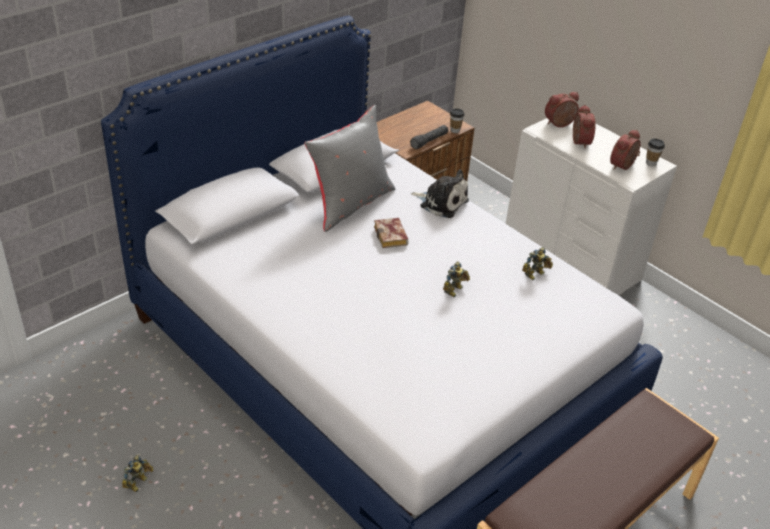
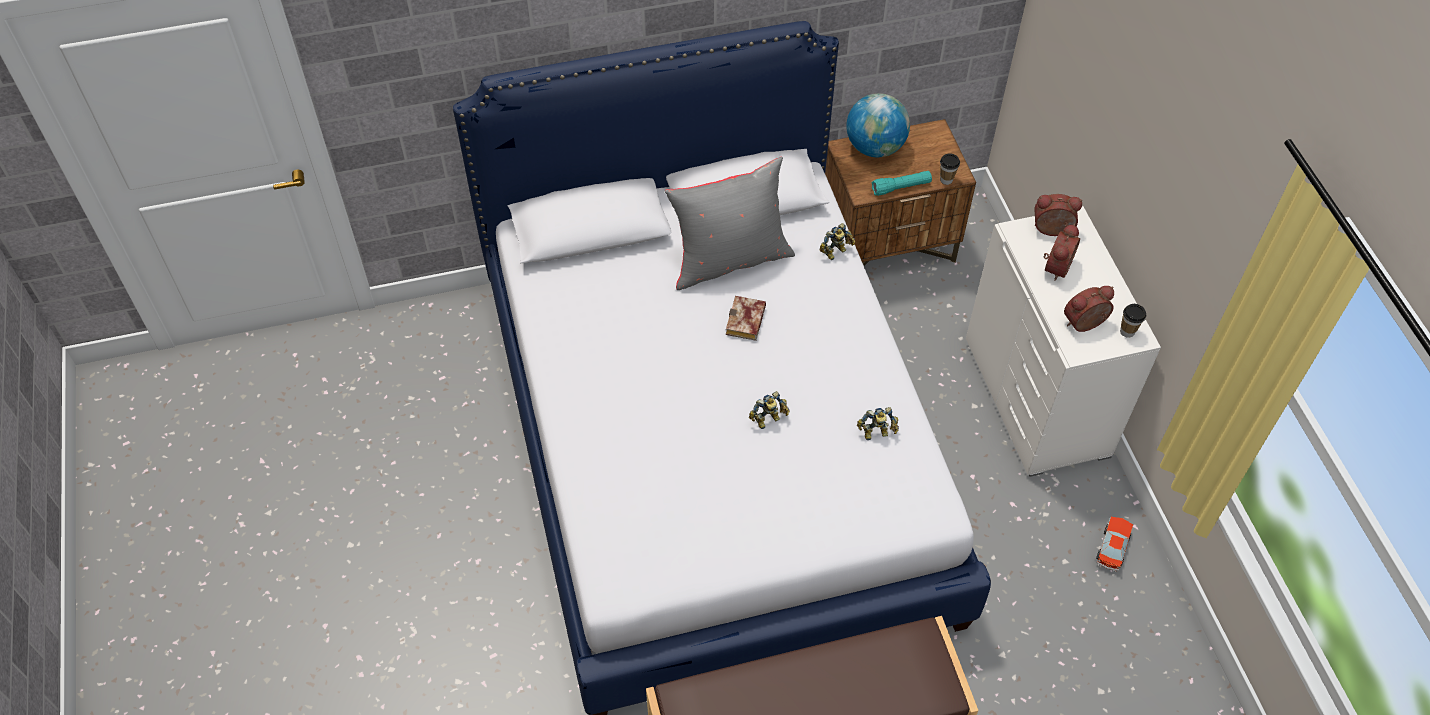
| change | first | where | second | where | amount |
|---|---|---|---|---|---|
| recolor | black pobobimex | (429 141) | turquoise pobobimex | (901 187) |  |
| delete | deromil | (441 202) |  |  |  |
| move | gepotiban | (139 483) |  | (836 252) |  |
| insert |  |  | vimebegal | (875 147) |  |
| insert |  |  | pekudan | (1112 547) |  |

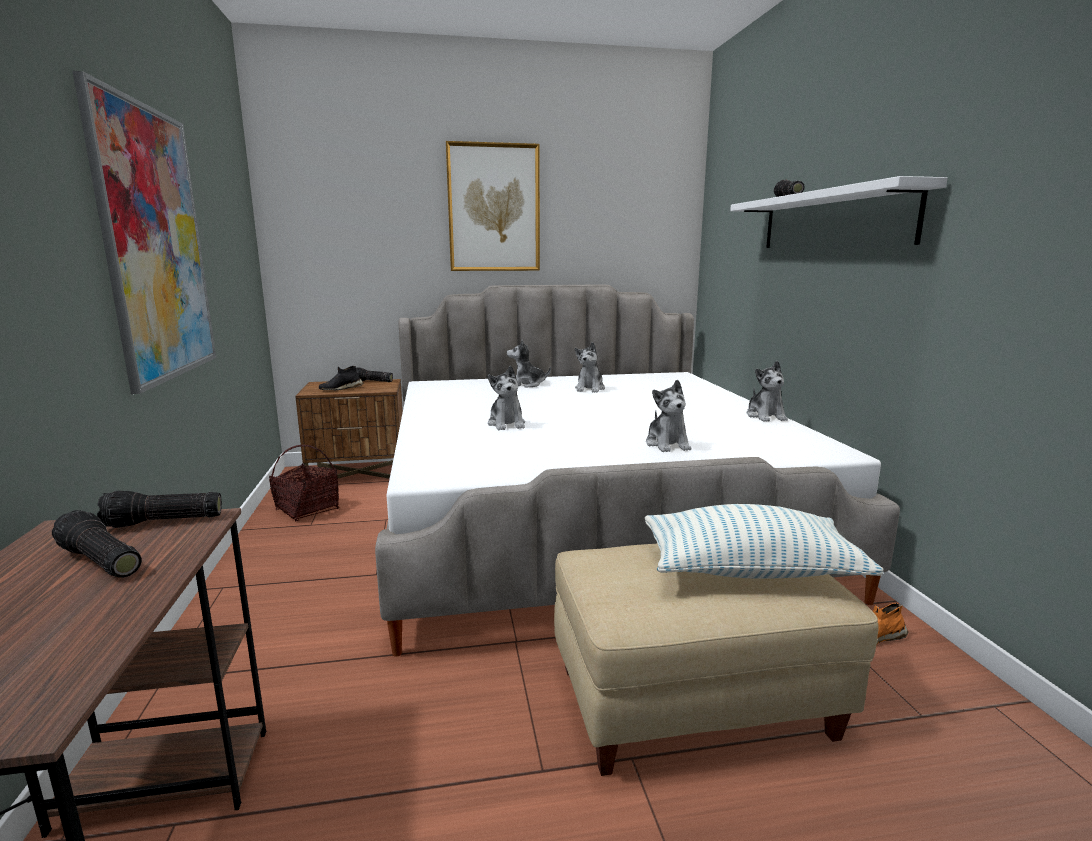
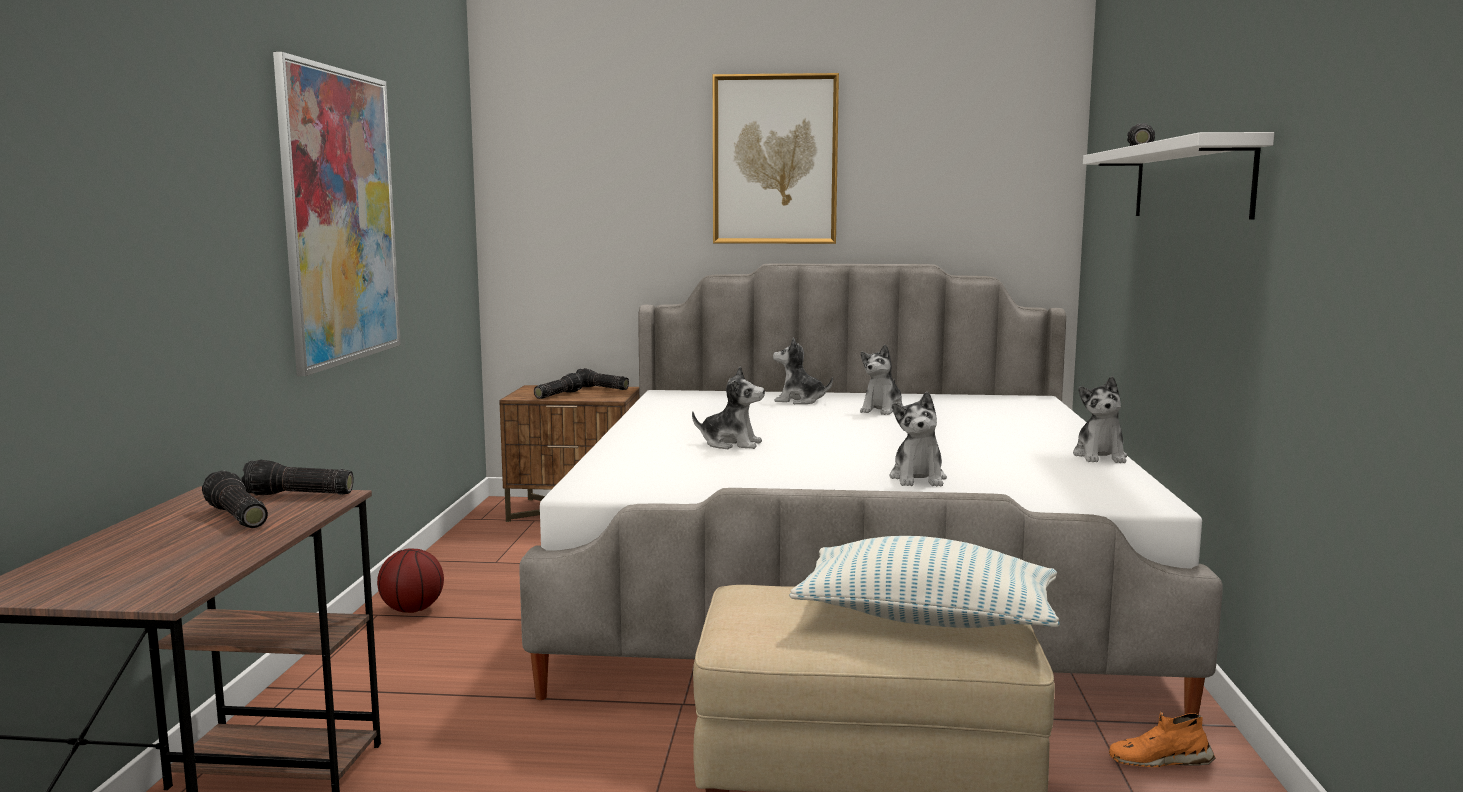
| change | first | where | second | where | amount |
|---|---|---|---|---|---|
| replace | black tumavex | (340 389) | pobobimex | (558 395) |  |
| rotate | deromil | (507 424) |  | (731 444) | 75 degrees counterclockwise |
| delete | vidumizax | (307 510) |  |  |  |
| insert |  |  | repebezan | (412 610) |  |

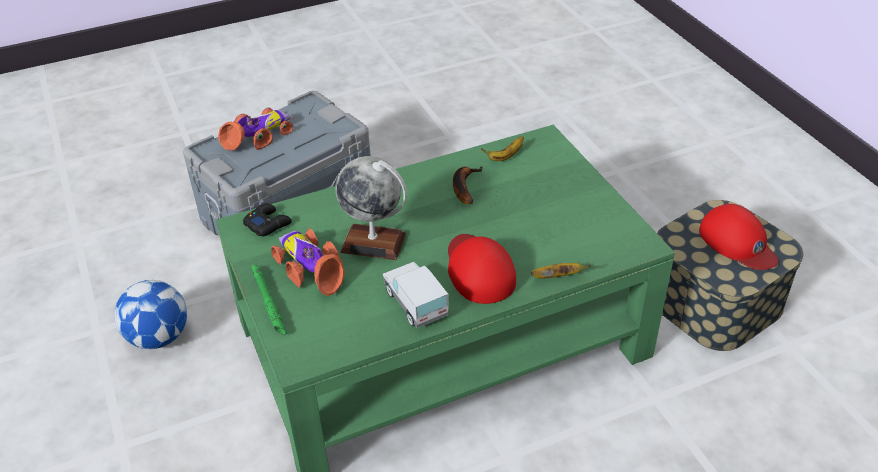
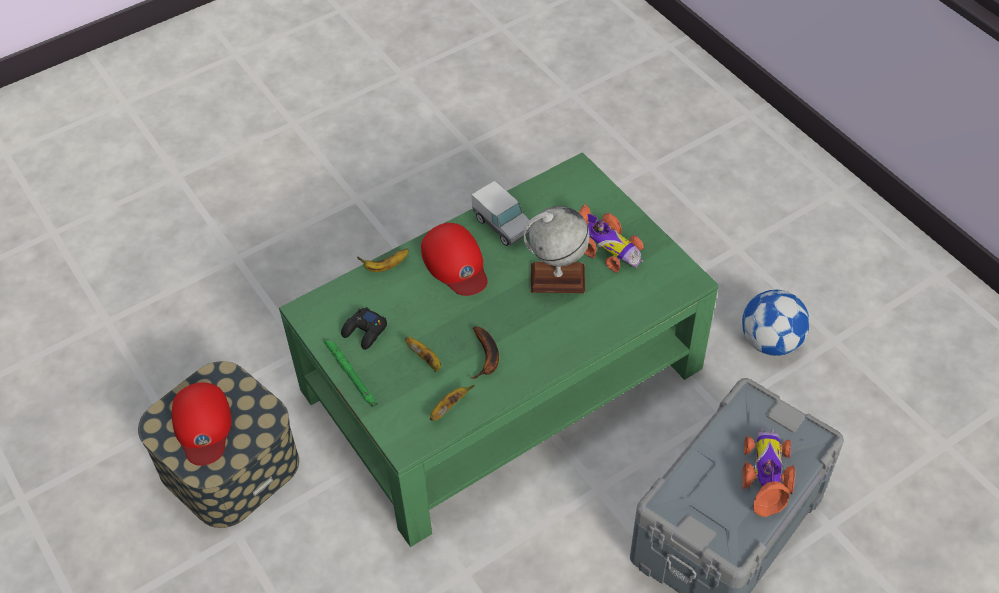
| change | first | where | second | where | amount |
|---|---|---|---|---|---|
| rotate | pekudan | (259 136) |  | (766 475) | 150 degrees clockwise |
| move | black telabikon | (268 224) |  | (365 332) |  |
| rotate | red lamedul | (737 243) |  | (203 426) | 150 degrees counterclockwise |
| move | green pobobimex | (269 302) |  | (350 375) |  |
| insert |  |  | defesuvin | (426 360) |  |

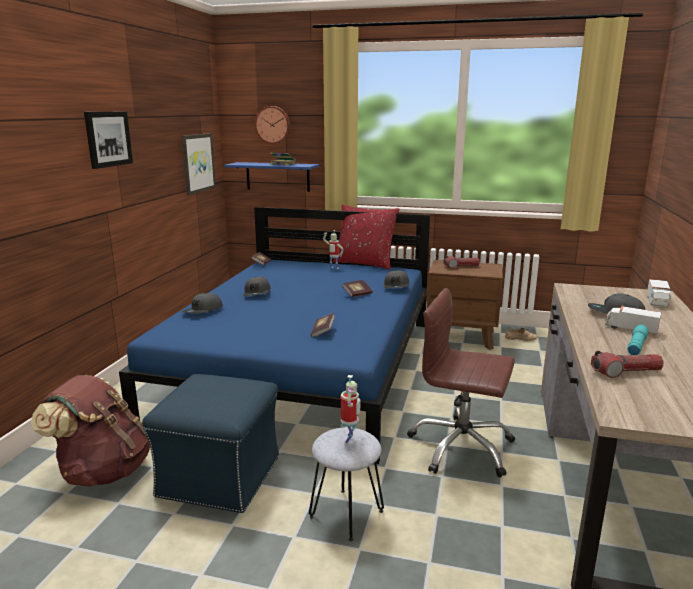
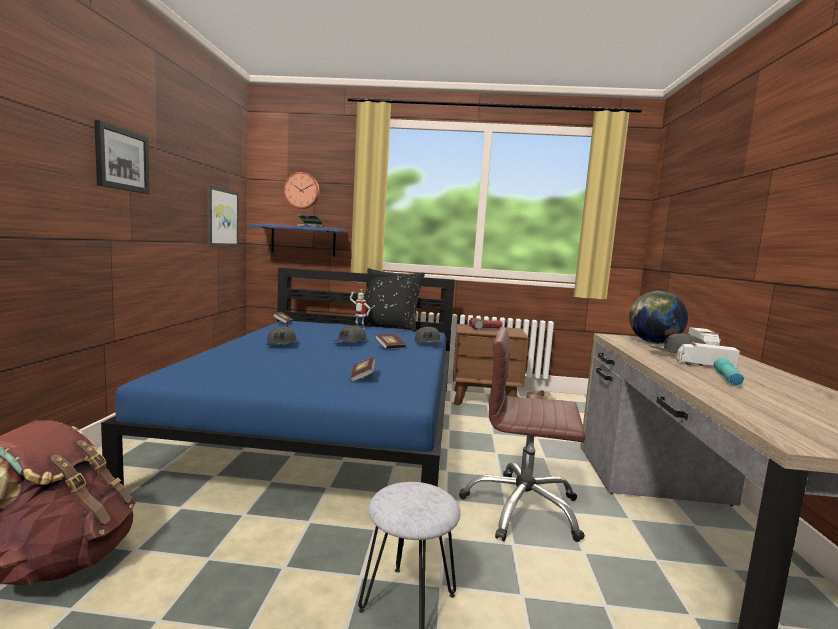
| change | first | where | second | where | amount |
|---|---|---|---|---|---|
| recolor | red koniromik | (365 263) | black koniromik | (389 326) |  |
| move | grey lamedul | (203 311) |  | (349 342) |  |
| delete | pobobimex | (625 372) |  |  |  |
| delete | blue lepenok | (221 477) |  |  |  |
| delete | gepotiban | (350 442) |  |  |  |
| insert |  |  | vimebegal | (653 343) |  |

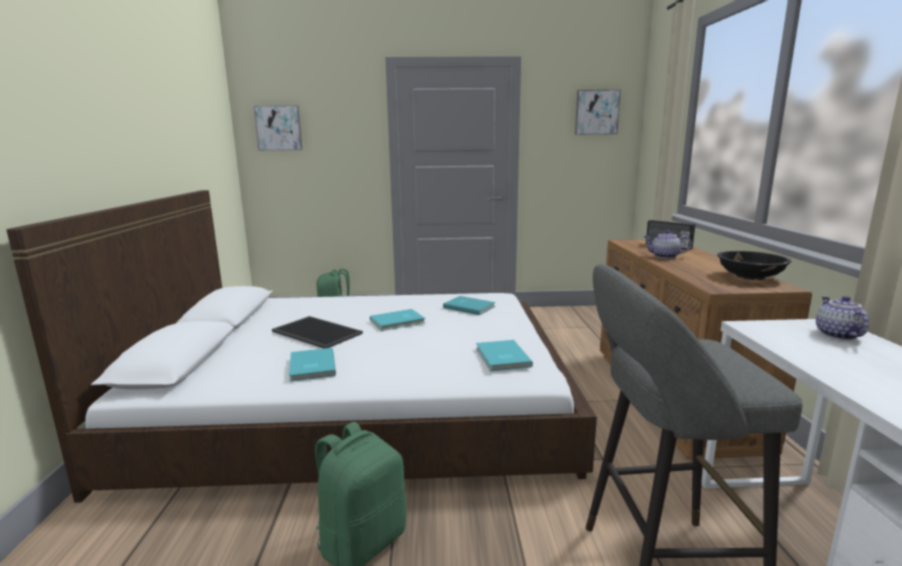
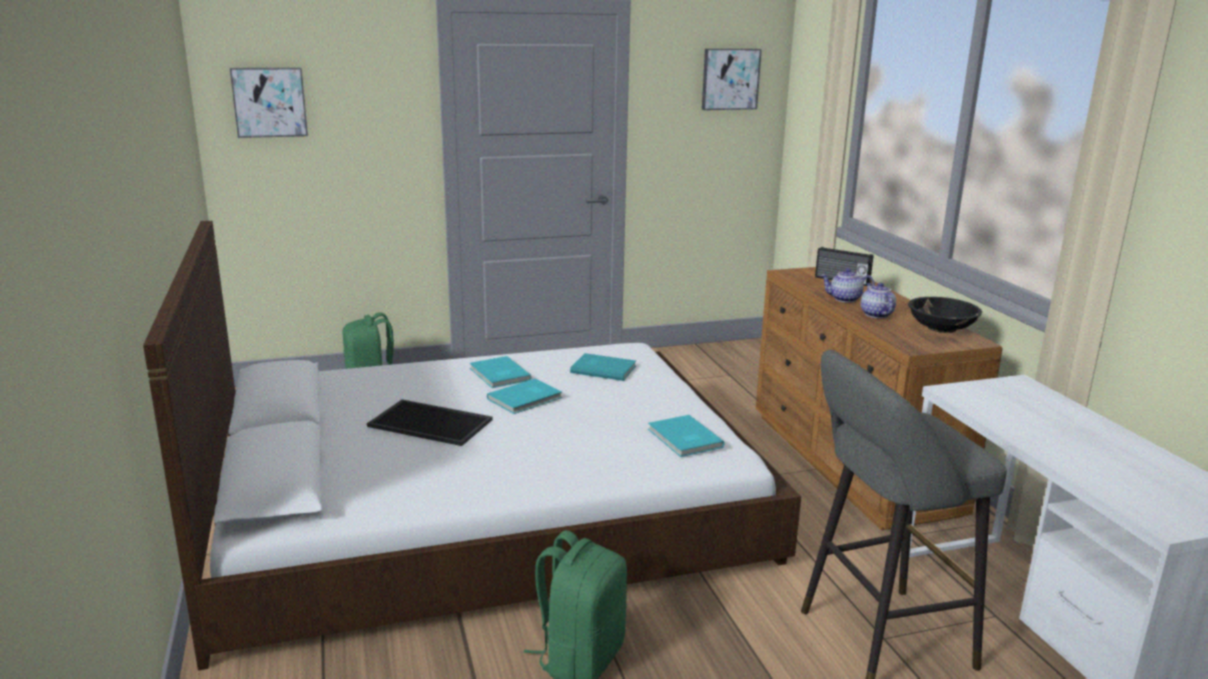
| change | first | where | second | where | amount |
|---|---|---|---|---|---|
| move | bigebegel | (836 335) |  | (875 314) |  |
| move | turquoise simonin | (311 367) |  | (498 375) |  |

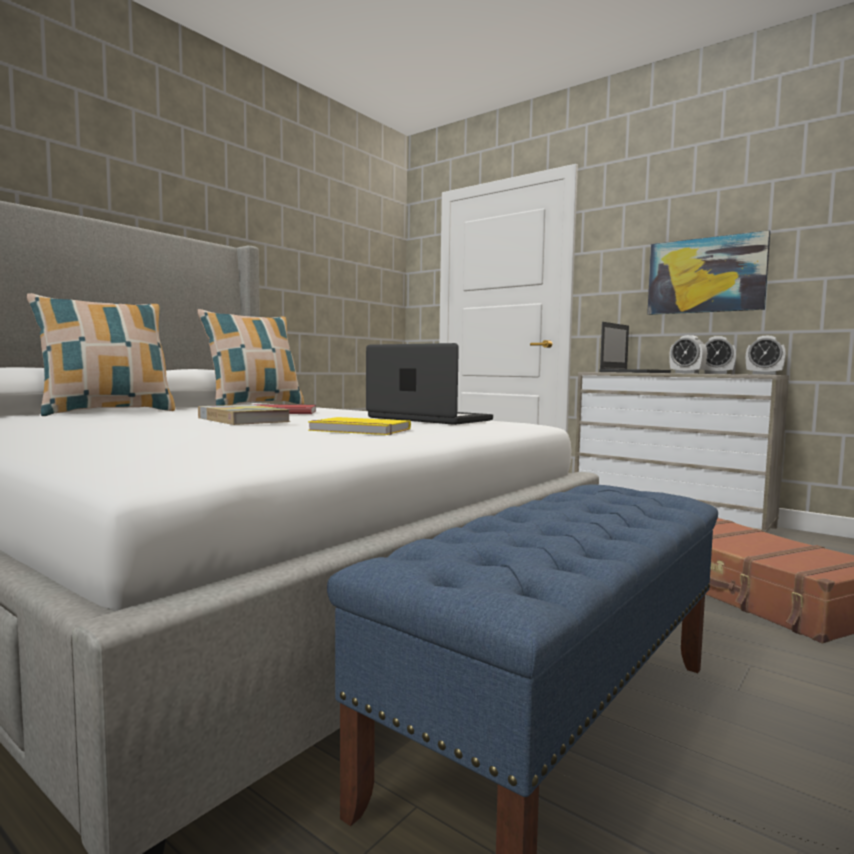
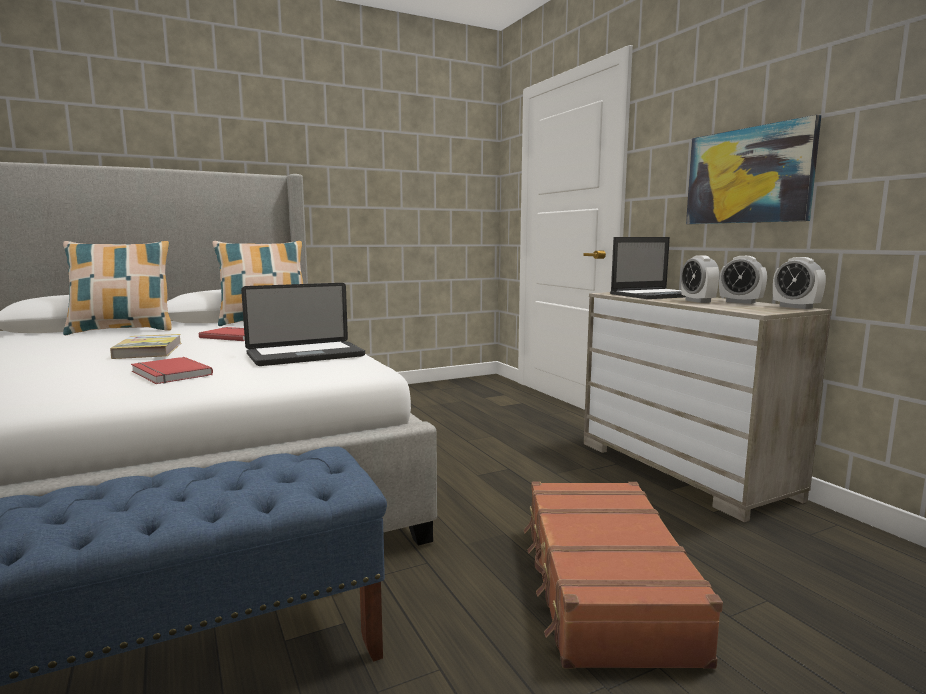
| change | first | where | second | where | amount |
|---|---|---|---|---|---|
| rotate | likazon | (429 419) |  | (305 355) | 90 degrees clockwise |
| recolor | yellow simonin | (359 430) | red simonin | (169 374) |  |

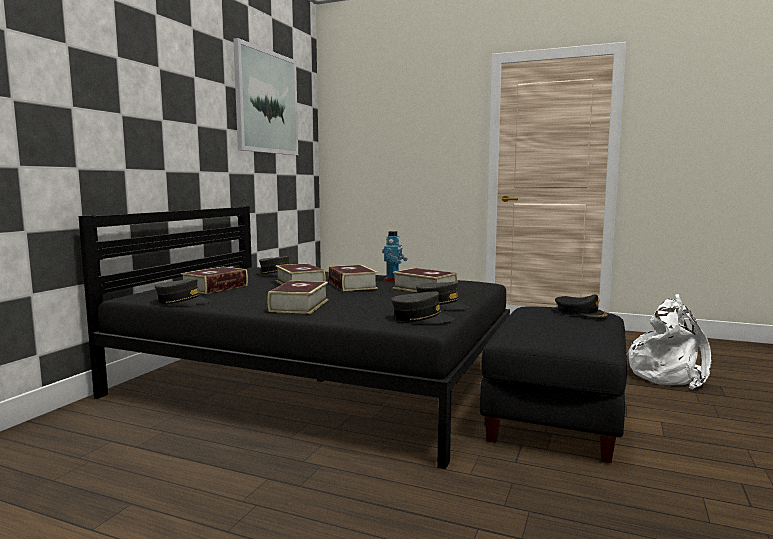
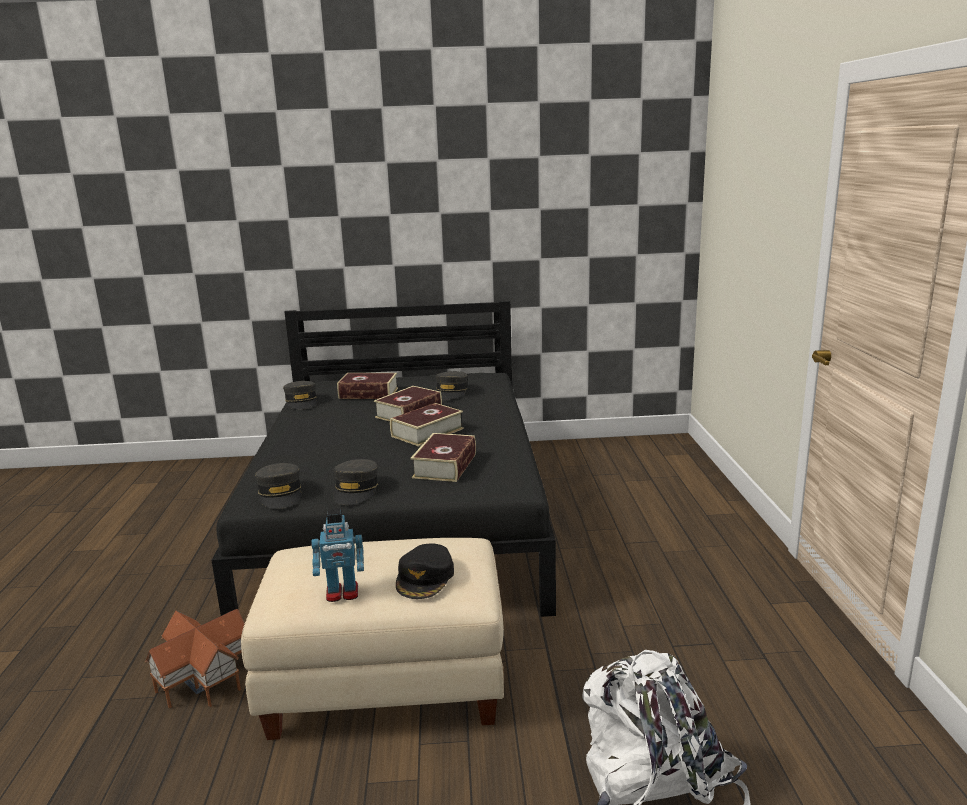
| change | first | where | second | where | amount |
|---|---|---|---|---|---|
| delete | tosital | (266 102) |  |  |  |
| move | gepotiban | (393 280) |  | (342 593) |  |
| delete | simonin | (299 305) |  |  |  |
| recolor | black lepenok | (554 416) | beige lepenok | (387 681) |  |
| insert |  |  | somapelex | (205 677) |  |

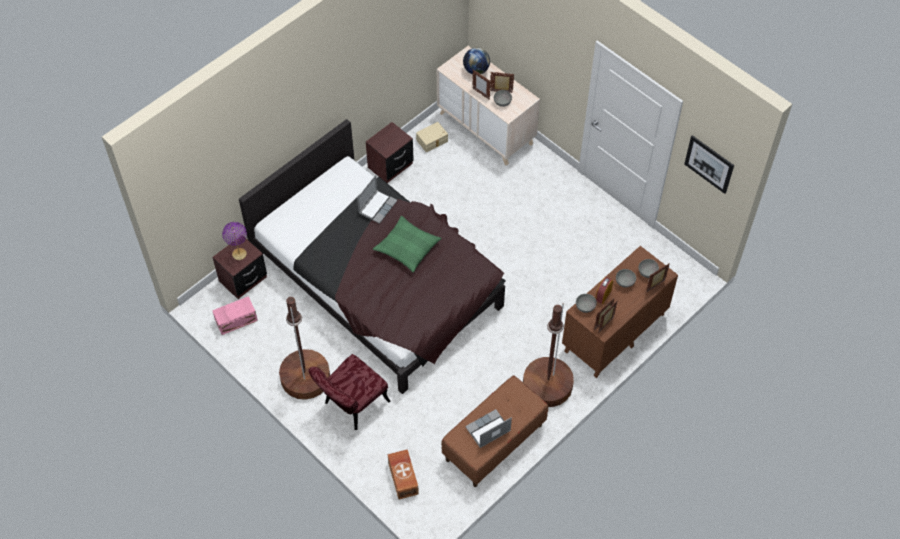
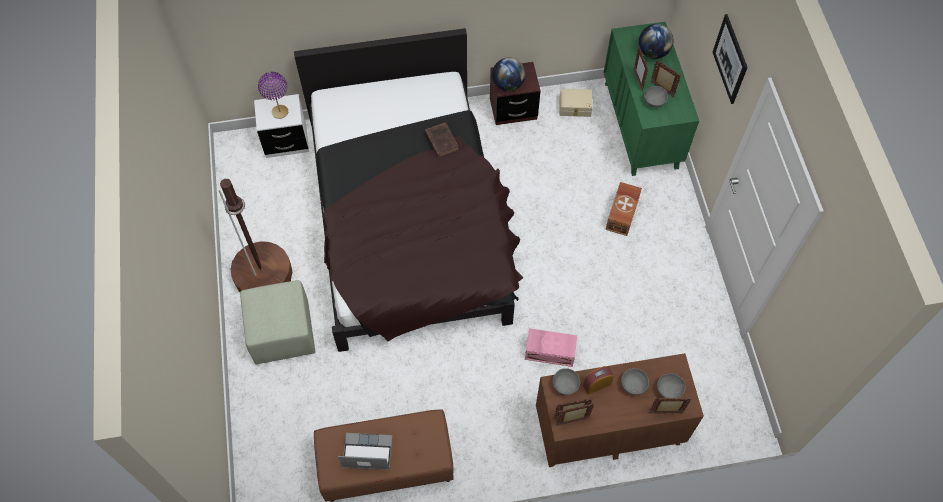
| change | first | where | second | where | amount |
|---|---|---|---|---|---|
| recolor | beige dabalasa | (486 129) | green dabalasa | (641 125) |  |
| move | tosital | (709 164) |  | (730 59) |  |
| replace | likazon | (377 206) | brown simonin | (441 140) |  |
| delete | green koniromik | (407 248) |  |  |  |
| recolor | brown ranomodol | (243 279) | white ranomodol | (286 141) |  |
| move | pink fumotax | (235 320) |  | (549 351) |  |
| delete | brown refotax | (547 385) |  |  |  |
| replace | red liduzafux | (351 406) | green lepenok | (281 332) |  |
| move | brown fumotax | (403 477) |  | (623 214) |  |
| insert |  |  | vimebegal | (508 84) |  |

